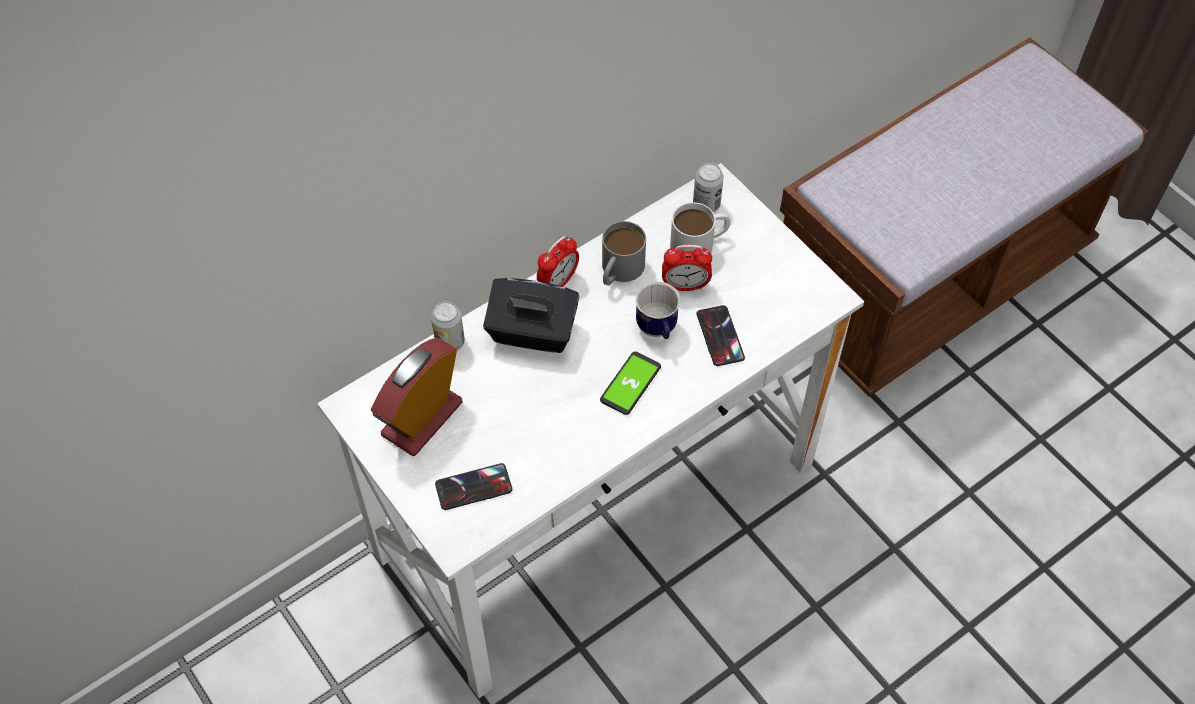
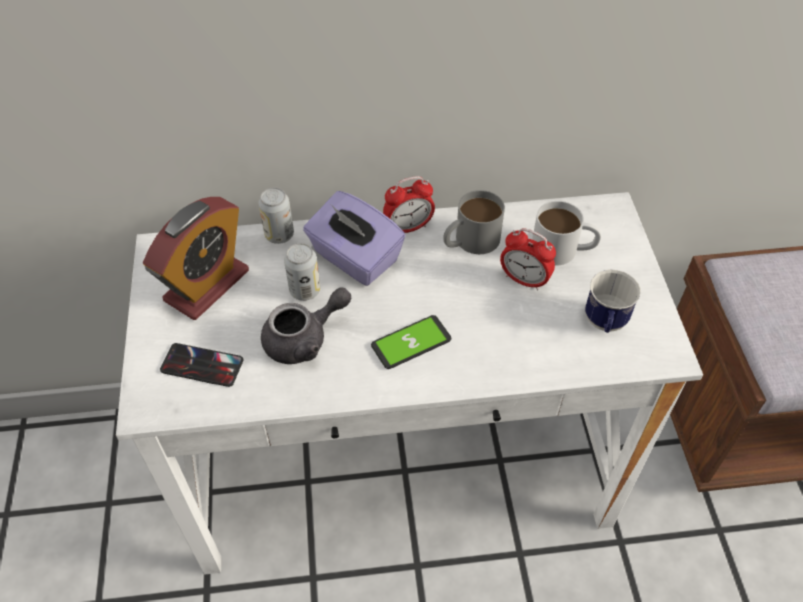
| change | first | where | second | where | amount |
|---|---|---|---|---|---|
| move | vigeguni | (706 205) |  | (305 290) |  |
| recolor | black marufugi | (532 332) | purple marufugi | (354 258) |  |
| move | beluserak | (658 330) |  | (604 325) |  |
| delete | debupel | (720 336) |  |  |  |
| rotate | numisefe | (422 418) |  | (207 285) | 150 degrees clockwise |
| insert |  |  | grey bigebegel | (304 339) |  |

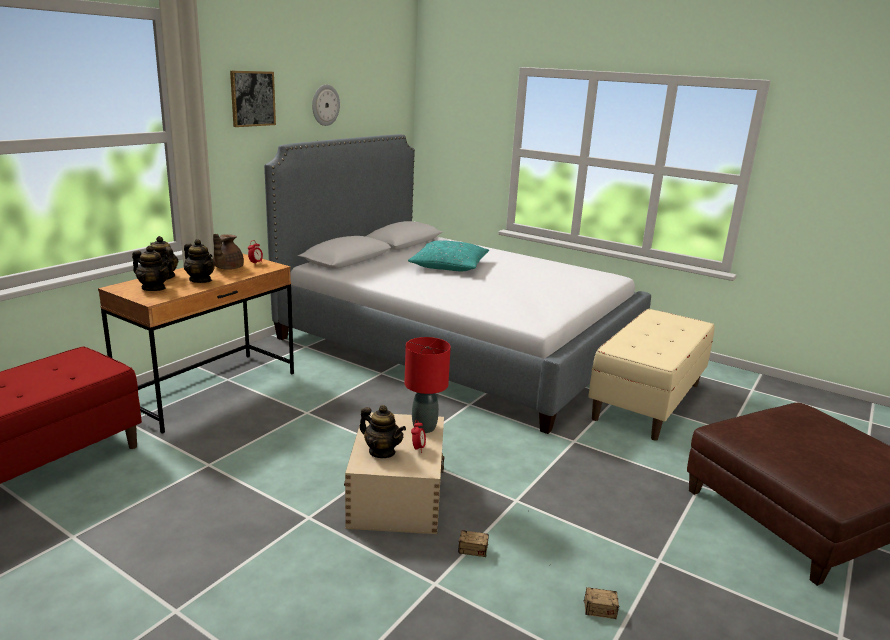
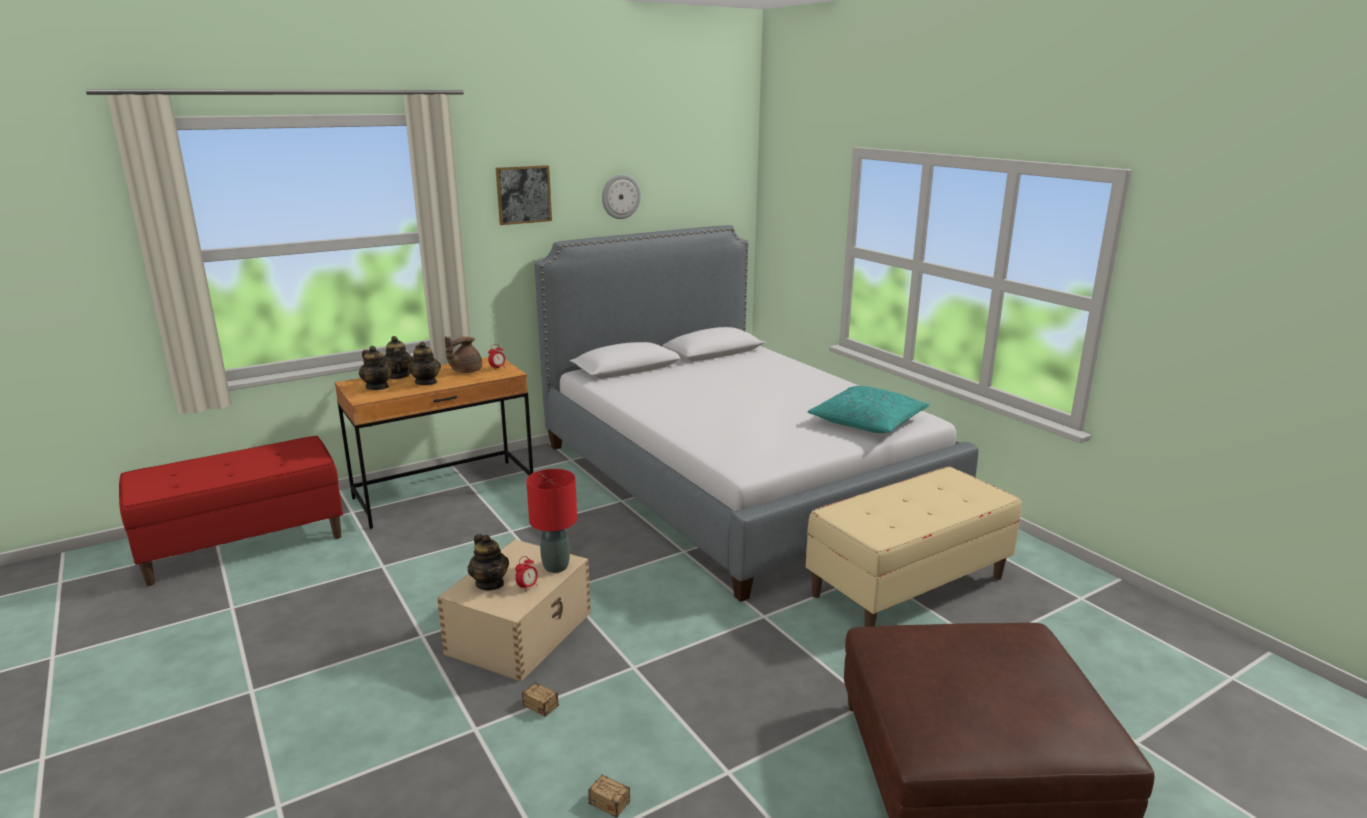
| change | first | where | second | where | amount |
|---|---|---|---|---|---|
| move | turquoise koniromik | (449 266) |  | (867 421) |  |

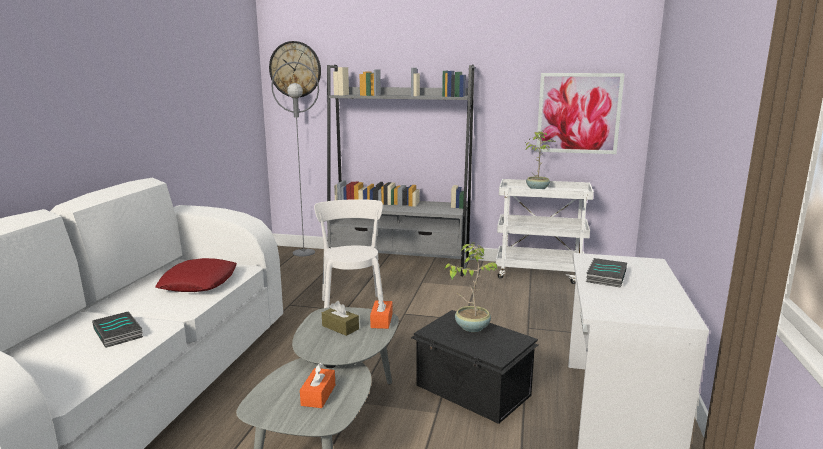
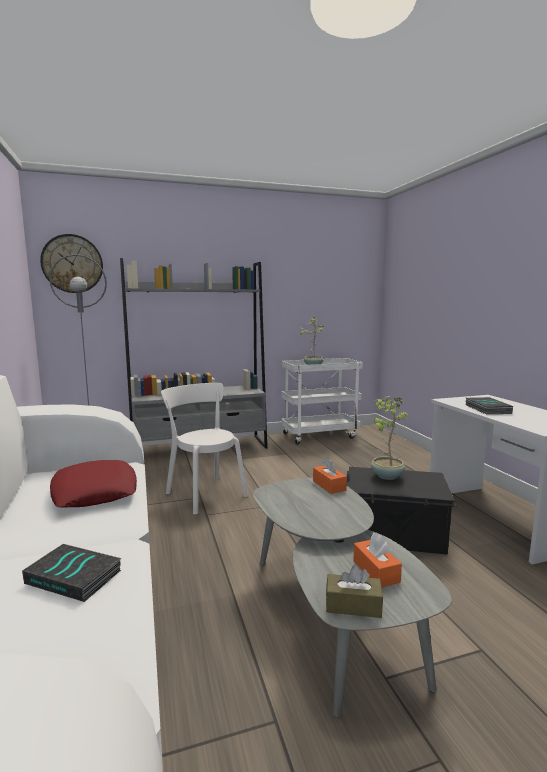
| change | first | where | second | where | amount |
|---|---|---|---|---|---|
| delete | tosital | (578 113) |  |  |  |
| move | brown marufugi | (340 327) |  | (353 605) |  |

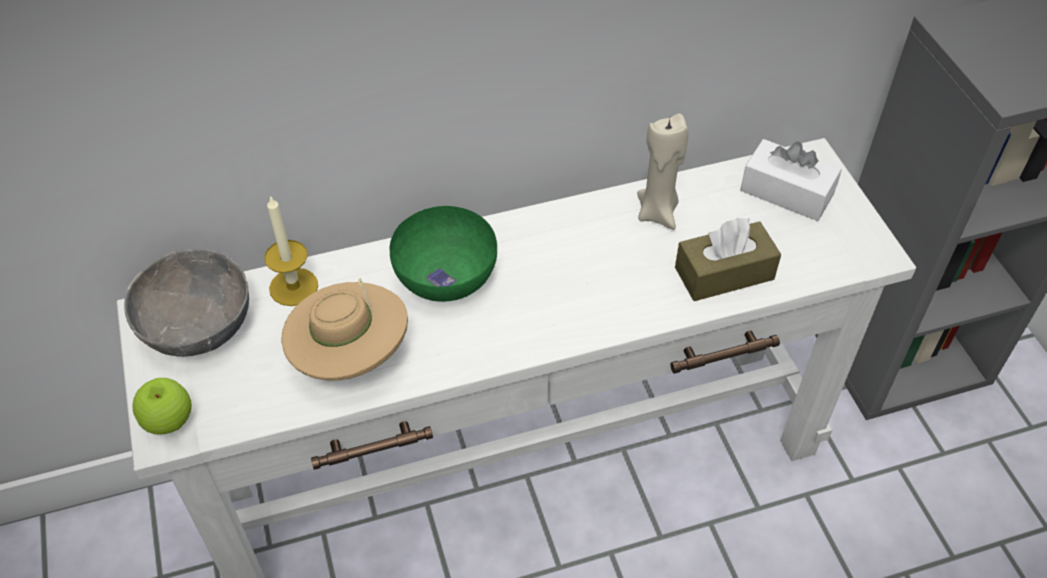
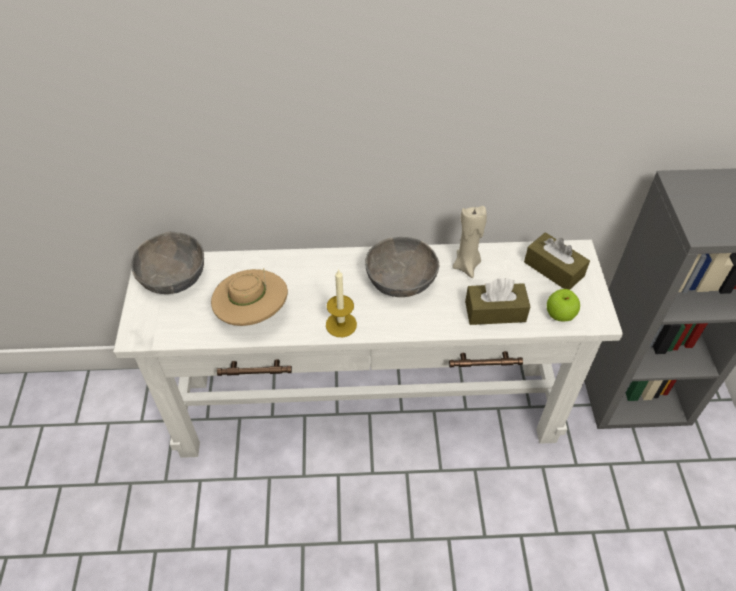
| change | first | where | second | where | amount |
|---|---|---|---|---|---|
| recolor | white marufugi | (786 192) | brown marufugi | (553 269) |  |
| move | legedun | (293 287) |  | (341 324) |  |
| delete | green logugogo | (447 277) |  |  |  |
| move | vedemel | (169 421) |  | (560 315) |  |
| insert |  |  | grey logugogo | (401 281) |  |

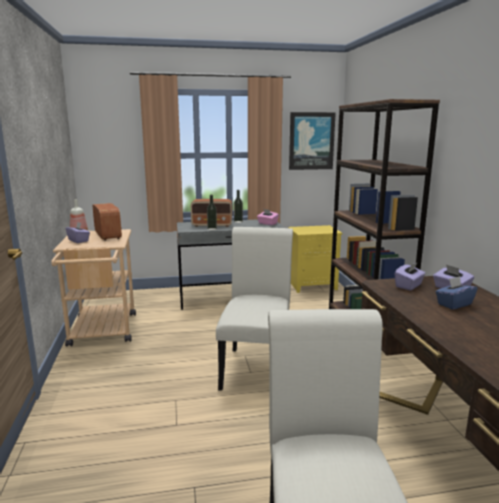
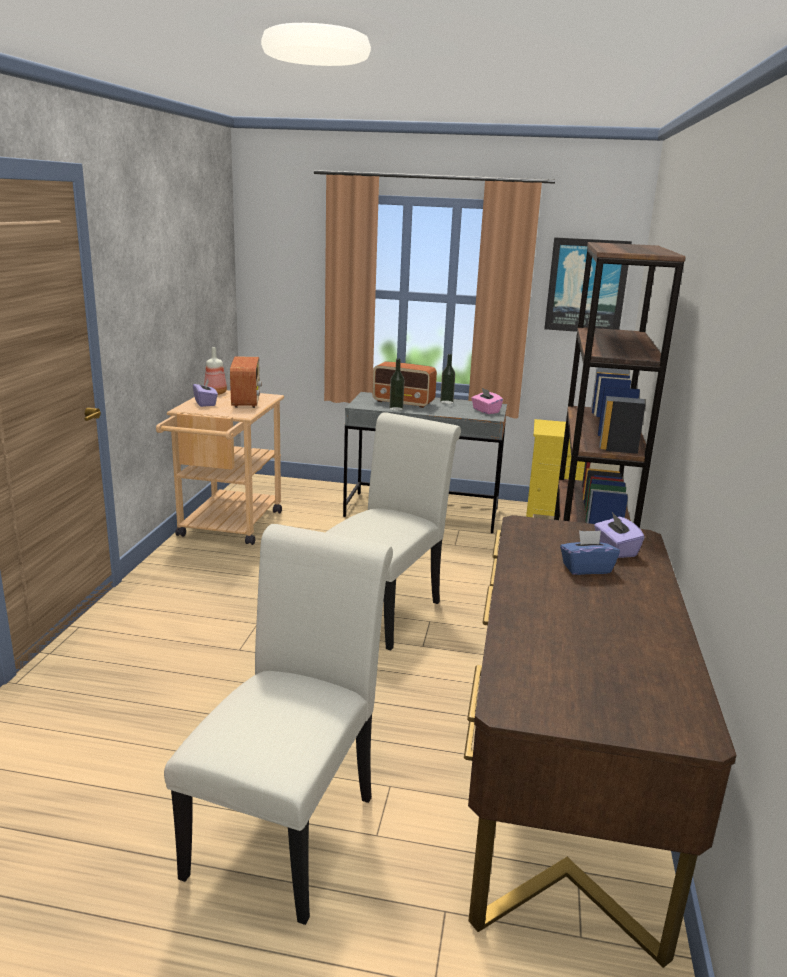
| change | first | where | second | where | amount |
|---|---|---|---|---|---|
| delete | purple marufugi | (409 286) |  |  |  |

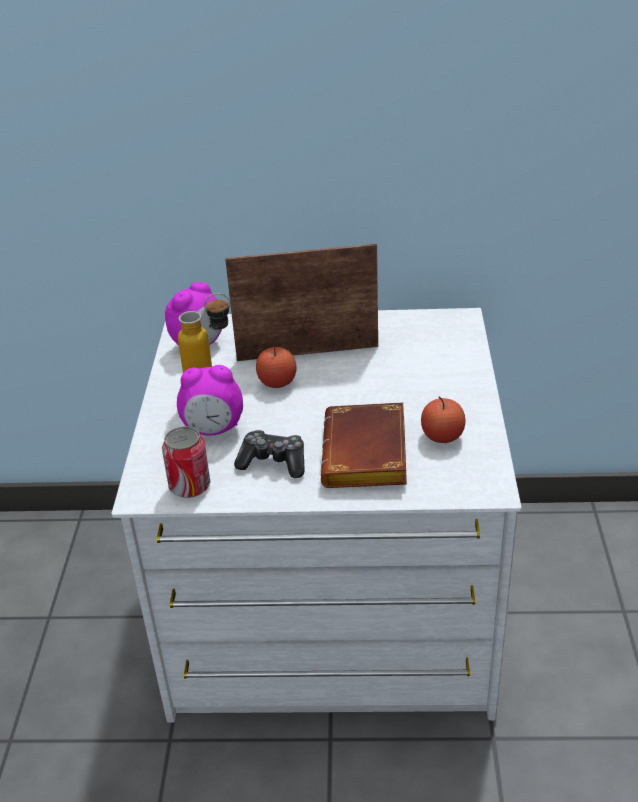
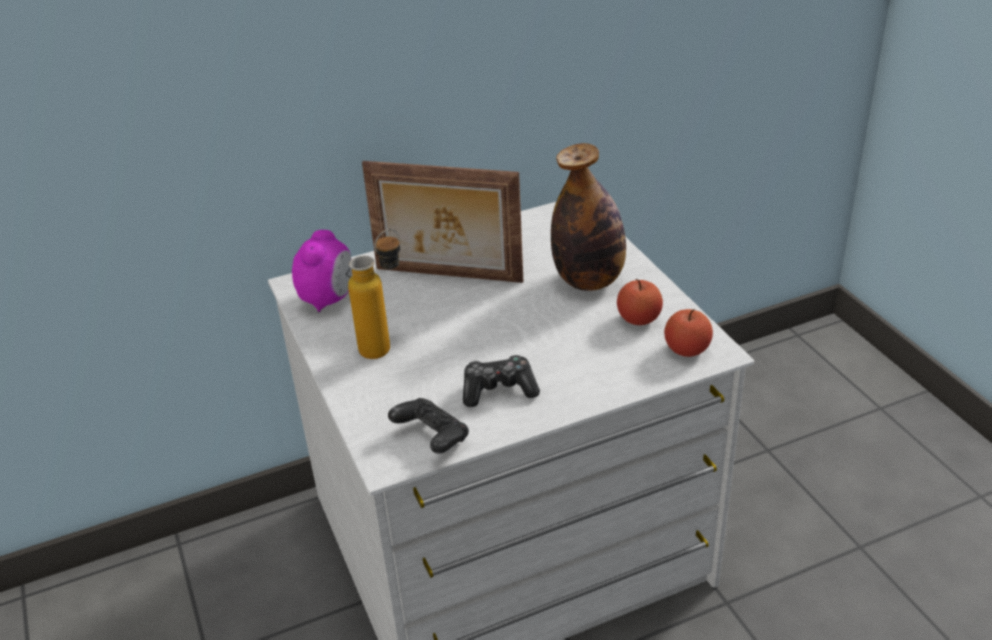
| change | first | where | second | where | amount |
|---|---|---|---|---|---|
| rotate | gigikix | (307 351) |  | (448 276) | 135 degrees counterclockwise |
| move | vedemel | (277 382) |  | (687 349) |  |
| delete | numisefe | (213 429) |  |  |  |
| delete | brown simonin | (368 456) |  |  |  |
| replace | vigeguni | (190 486) | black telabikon | (432 438) |  |
| insert |  |  | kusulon | (589 281) |  |

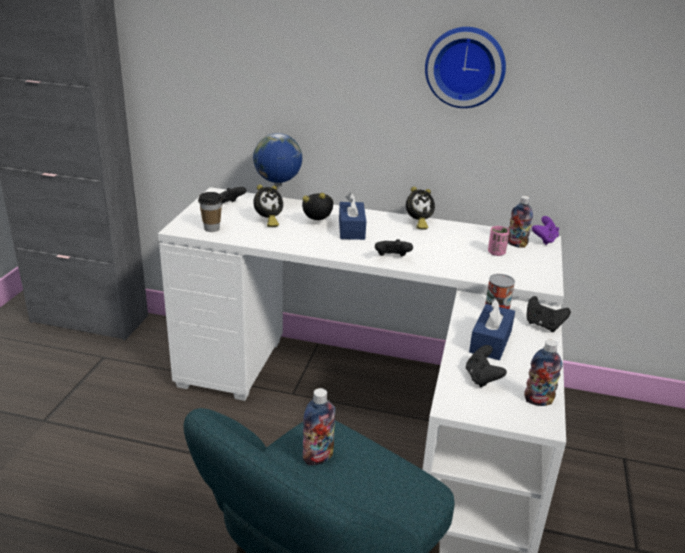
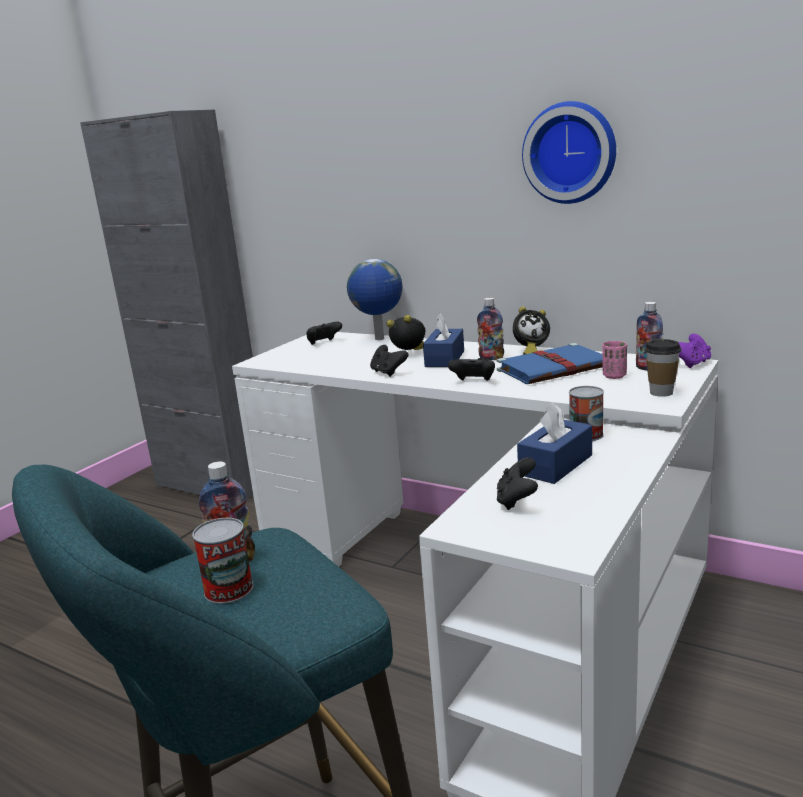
| change | first | where | second | where | amount |
|---|---|---|---|---|---|
| delete | numisefe | (268 221) |  |  |  |
| move | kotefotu | (211 228) |  | (661 392) |  |
| move | black telabikon | (543 325) |  | (388 372) |  |
| move | kusulon | (538 400) |  | (491 358) |  |
| insert |  |  | blue simonin | (555 368) |  |
| insert |  |  | vigeguni | (228 589) |  |

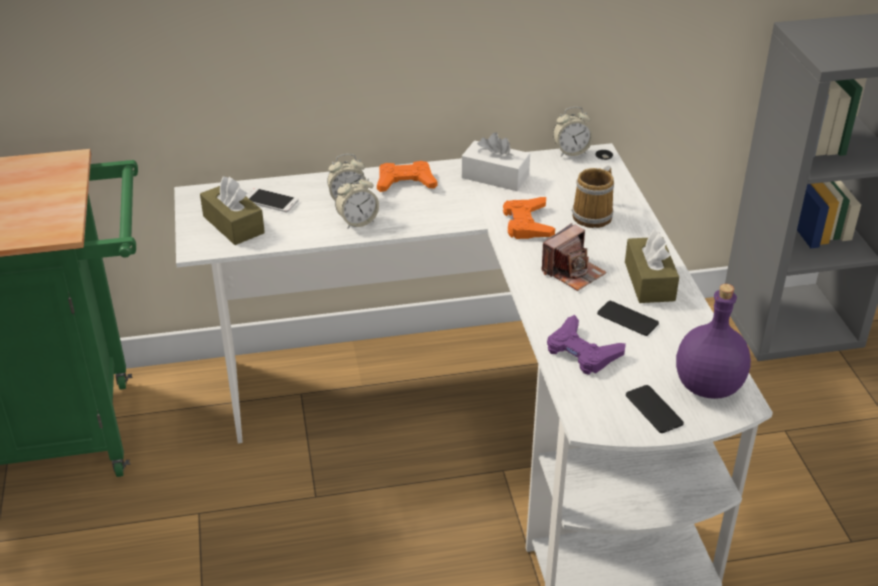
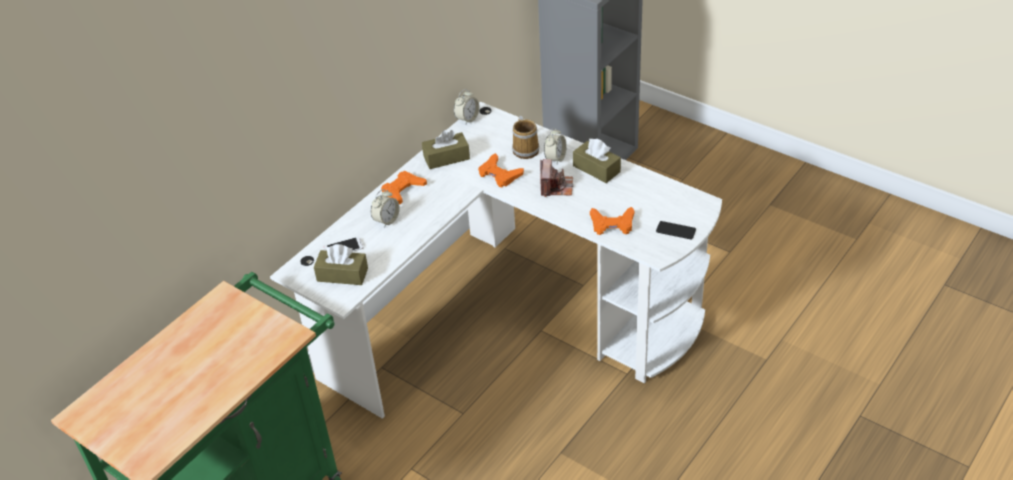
| change | first | where | second | where | amount |
|---|---|---|---|---|---|
| recolor | white marufugi | (495 177) | brown marufugi | (446 158) |  |
| move | numisefe | (357 222) |  | (555 158) |  |
| delete | purple kusulon | (707 387) |  |  |  |
| delete | debupel | (627 319) |  |  |  |
| recolor | purple telabikon | (582 352) | orange telabikon | (612 224) |  |

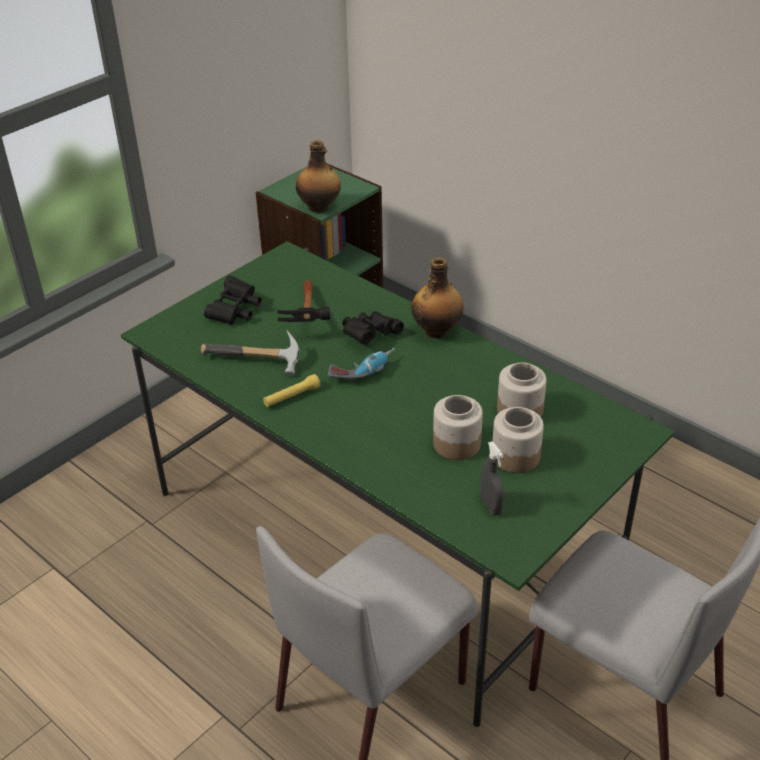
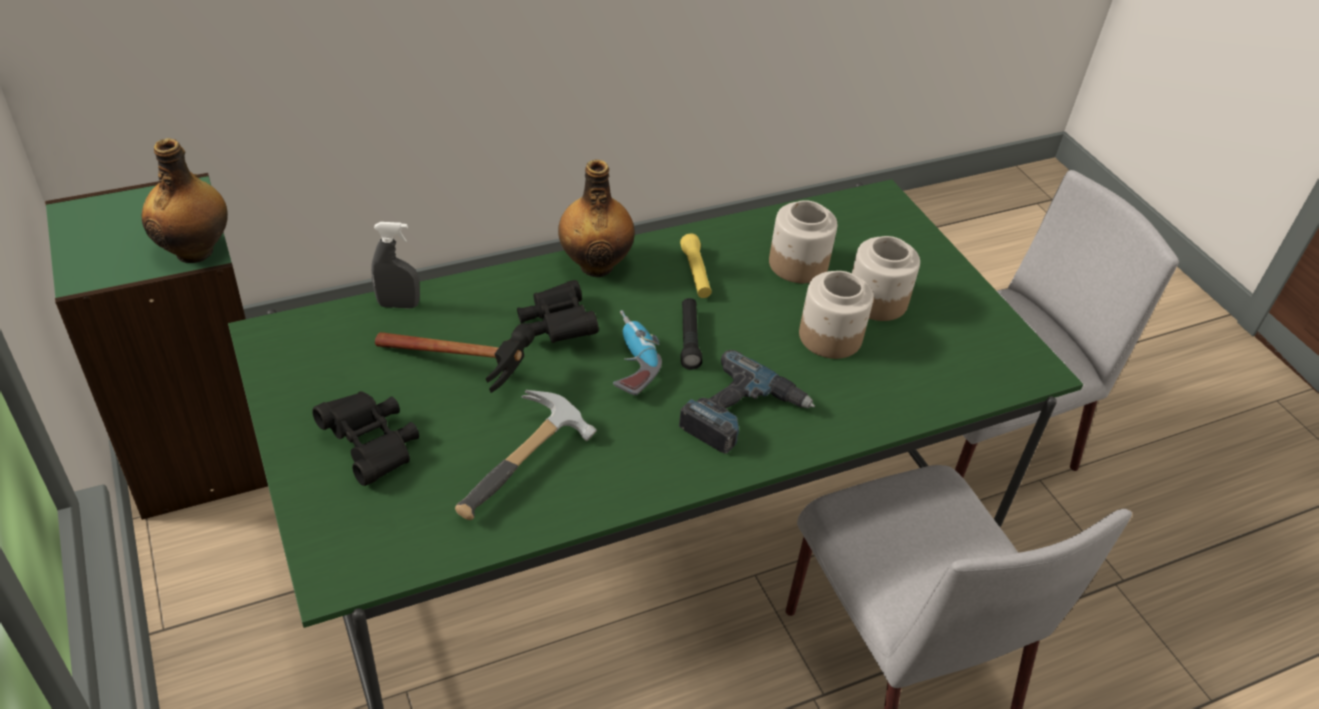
| change | first | where | second | where | amount |
|---|---|---|---|---|---|
| move | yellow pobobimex | (292 396) |  | (696 273) |  |
| move | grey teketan | (491 506) |  | (398 304) |  |
| insert |  |  | black pobobimex | (689 339) |  |
| insert |  |  | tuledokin | (742 414) |  |

